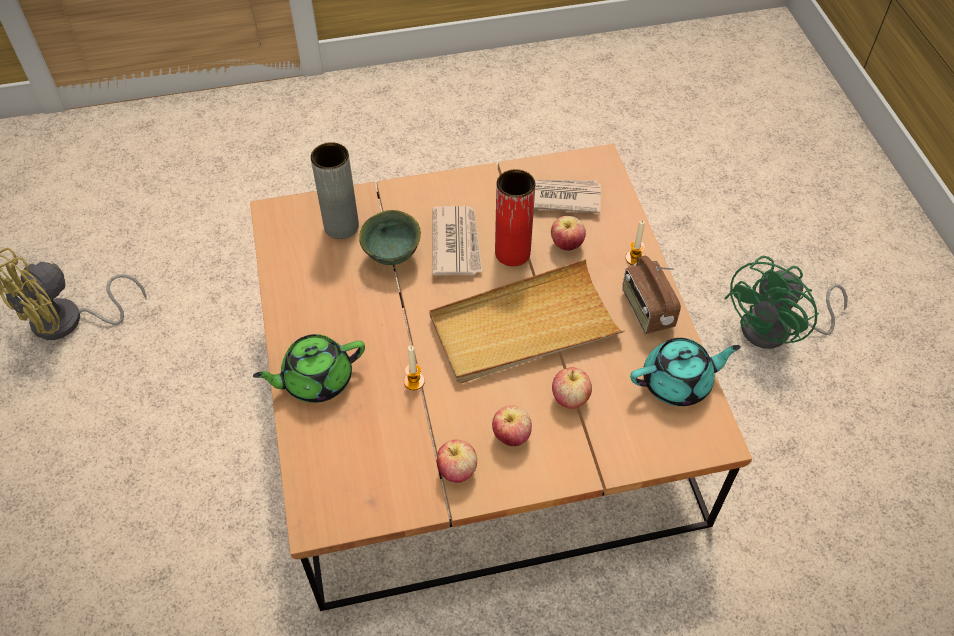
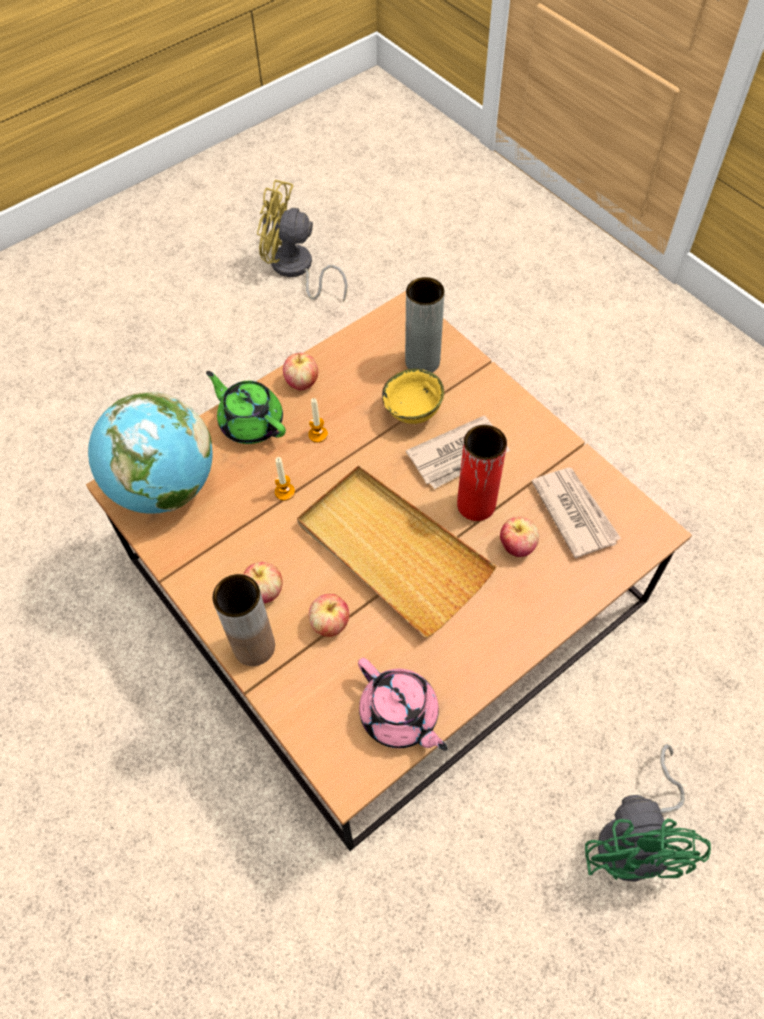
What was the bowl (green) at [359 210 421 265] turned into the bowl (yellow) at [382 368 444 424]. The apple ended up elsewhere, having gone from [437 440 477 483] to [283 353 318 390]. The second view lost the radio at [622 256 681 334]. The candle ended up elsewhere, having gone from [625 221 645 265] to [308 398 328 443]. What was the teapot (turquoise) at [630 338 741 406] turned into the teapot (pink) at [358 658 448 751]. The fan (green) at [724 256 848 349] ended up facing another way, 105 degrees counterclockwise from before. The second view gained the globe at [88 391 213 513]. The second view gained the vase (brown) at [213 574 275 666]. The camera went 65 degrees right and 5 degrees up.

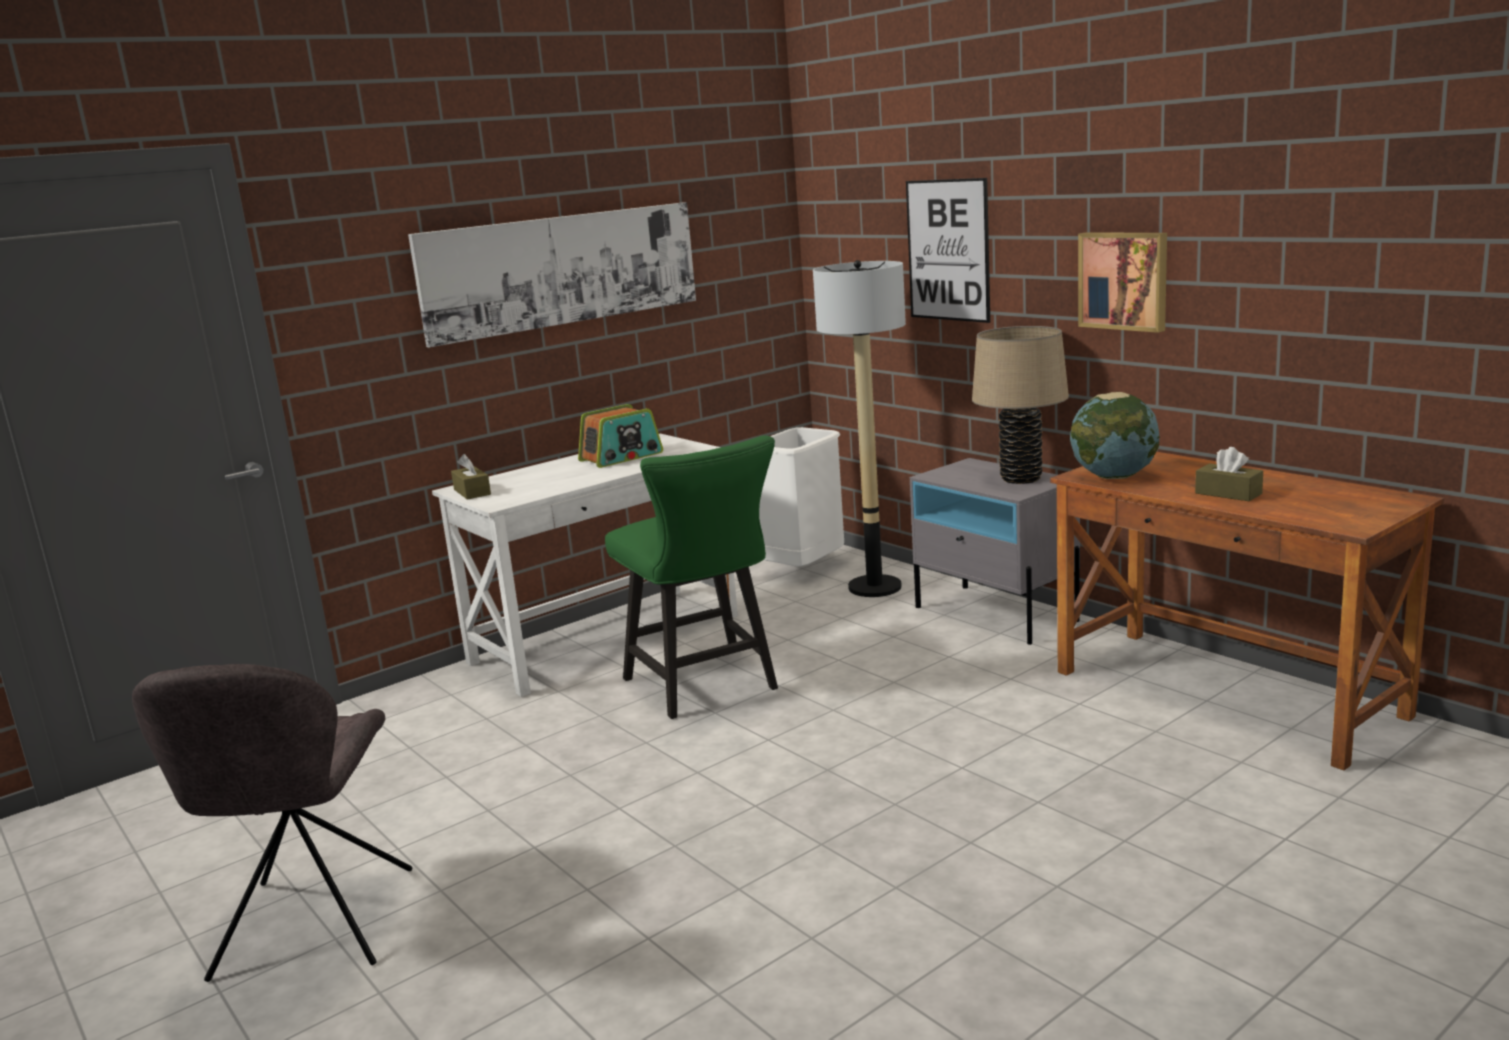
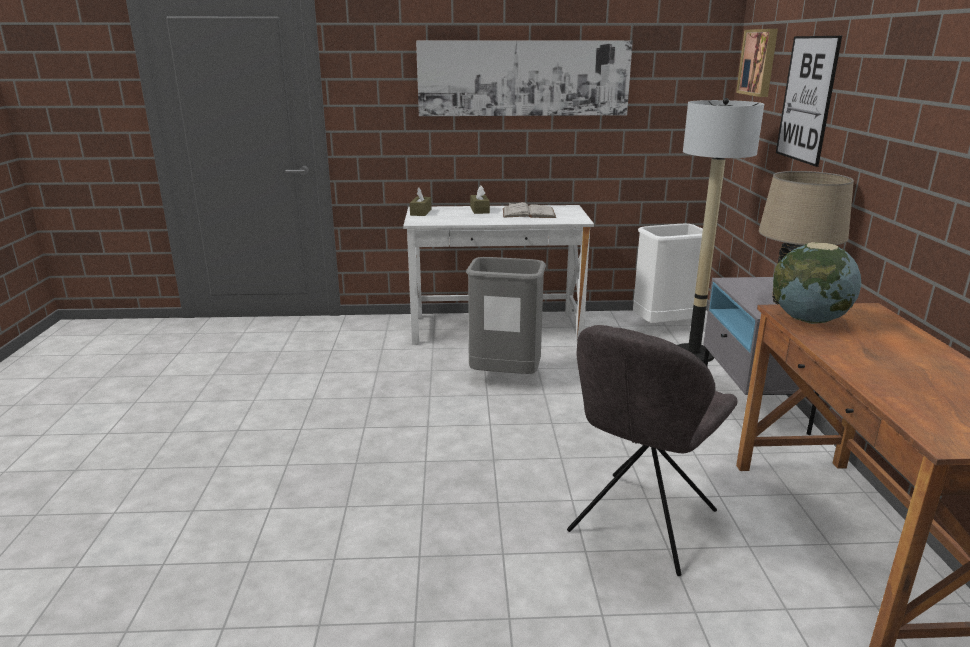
The chair (grey) ended up elsewhere, having gone from [132 664 412 982] to [567 325 738 576]. Where the radio stood at [578 404 663 468], the book (white) came to stand at [503 202 556 218]. Where the chair (green) stood at [605 435 778 719], the trash can (grey) came to stand at [466 257 546 374]. The picture ended up elsewhere, having gone from [1078 233 1167 333] to [736 29 778 97]. The tissue box (brown) ended up elsewhere, having gone from [1195 447 1263 501] to [470 186 490 214]. The camera went 35 degrees right and 5 degrees up.

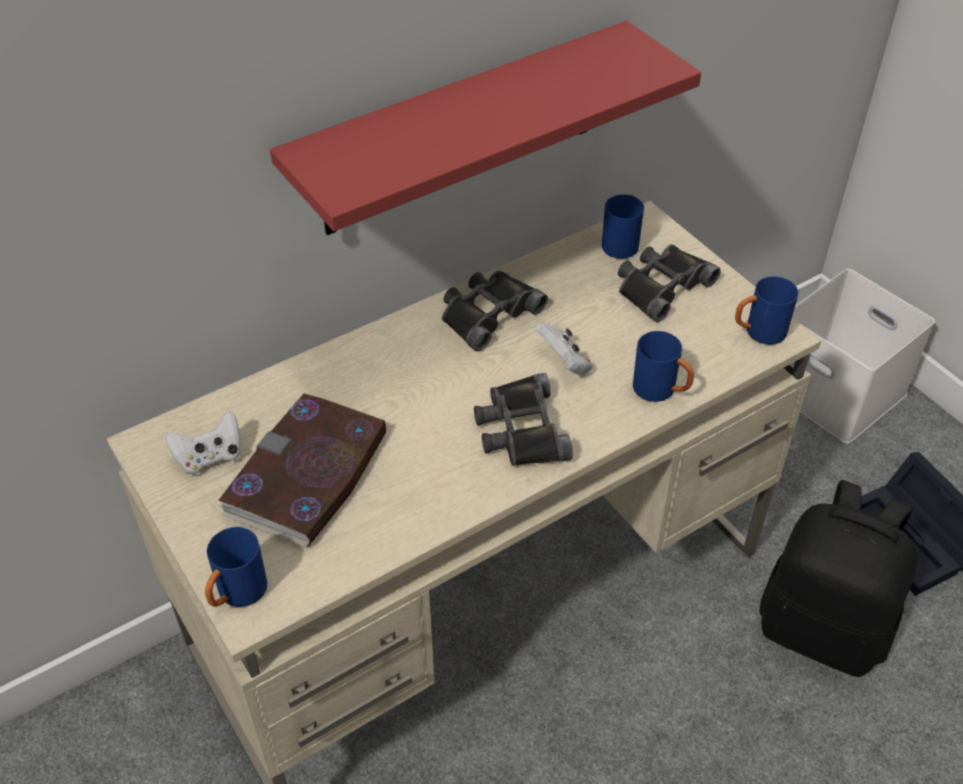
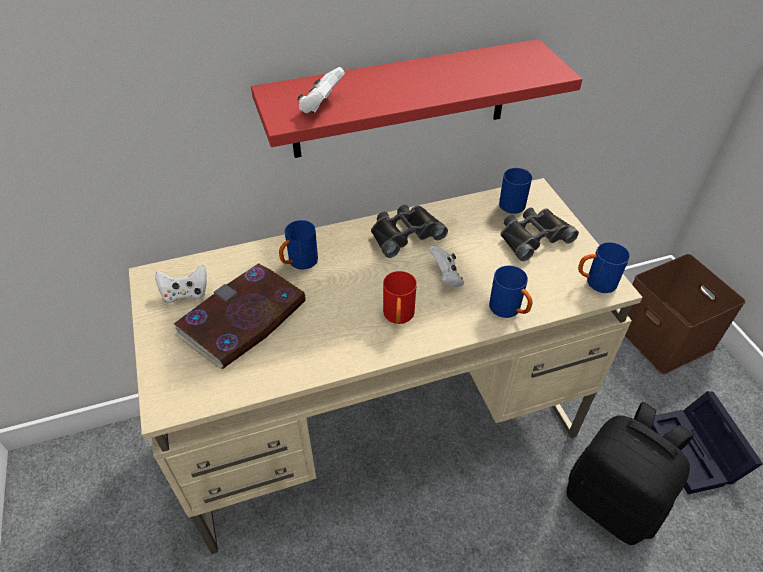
The mug (blue) ended up elsewhere, having gone from [205 527 267 607] to [279 220 318 269]. Where the binoculars (black) stood at [474 373 573 466], the mug (red) came to stand at [383 271 417 324]. What was the storage box (white) at [792 269 935 444] turned into the storage box (brown) at [625 254 746 374]. The second view gained the game controller (white) at [297 67 345 113]. The camera went 15 degrees right and 0 degrees up.

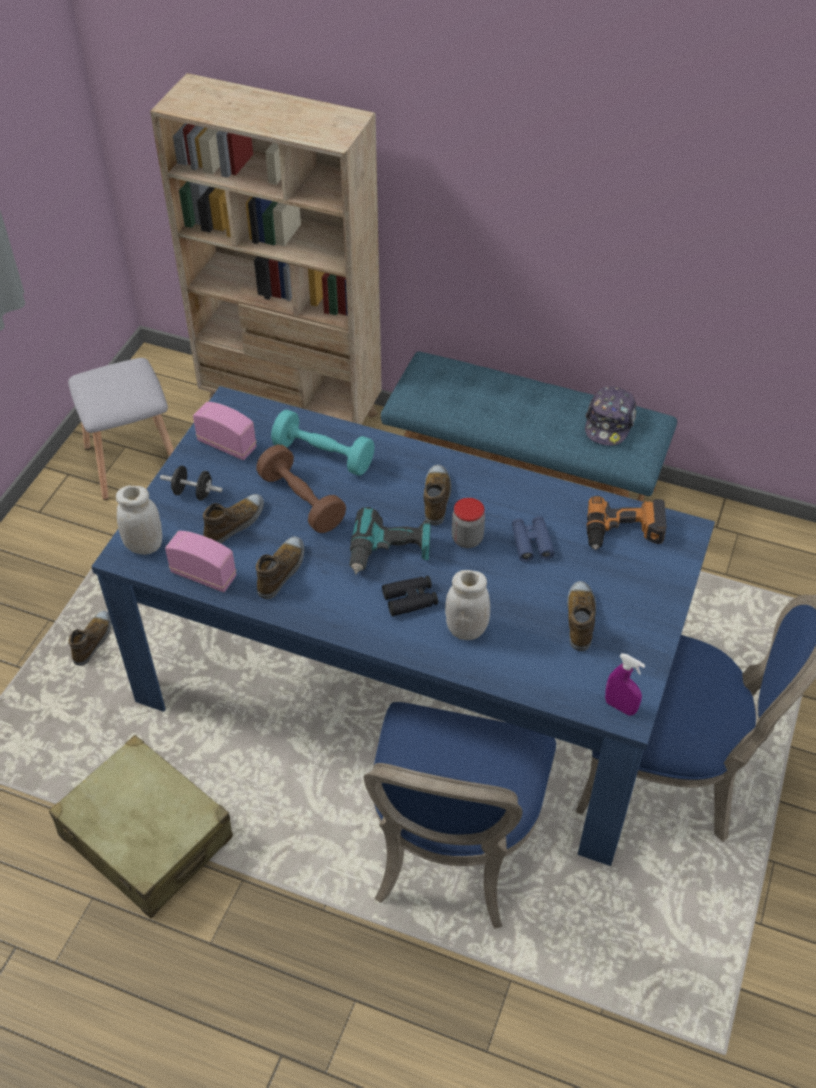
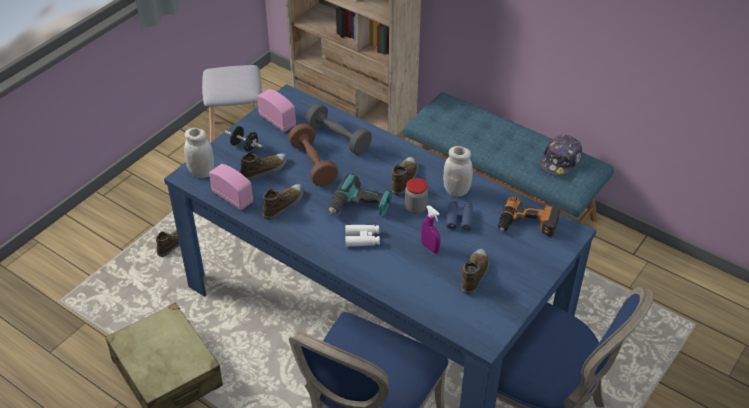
What was the dumbbell (turquoise) at [271 410 375 476] turned into the dumbbell (grey) at [305 103 372 155]. What was the binoculars (black) at [382 576 438 616] turned into the binoculars (white) at [345 225 380 247]. The jar (white) ended up elsewhere, having gone from [445 570 490 640] to [443 146 473 197]. The spray bottle (purple) ended up elsewhere, having gone from [605 653 645 716] to [421 205 441 253]. The camera went 15 degrees right and 5 degrees down.

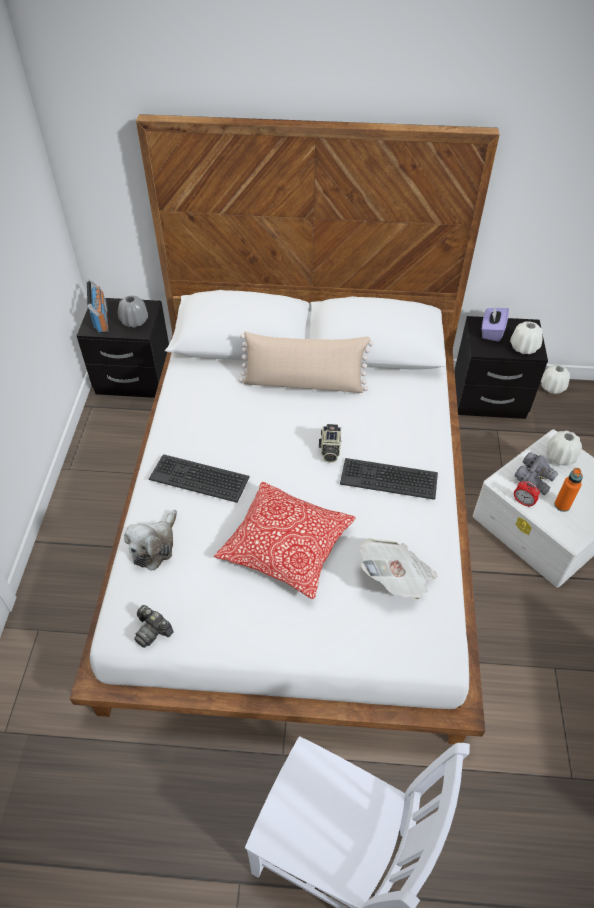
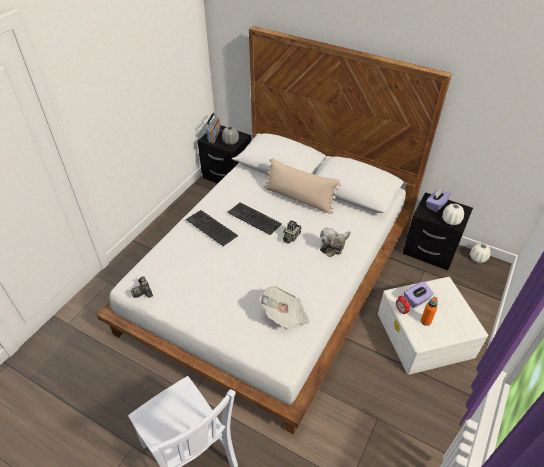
The plush toy ended up elsewhere, having gone from [124 509 177 570] to [320 228 351 257]. The second view lost the pillow at [214 482 356 599]. The keyboard ended up elsewhere, having gone from [340 458 438 500] to [228 202 282 235]. Where the binoculars (grey) stood at [515 452 558 495], the tissue box (purple) came to stand at [404 281 434 308]. The second view lost the vase (white) at [546 431 582 466]. The camera went 25 degrees right and 5 degrees down.

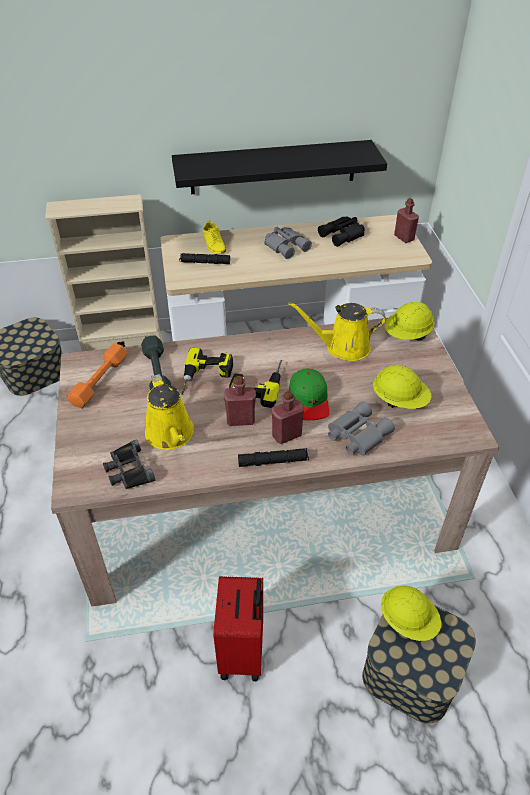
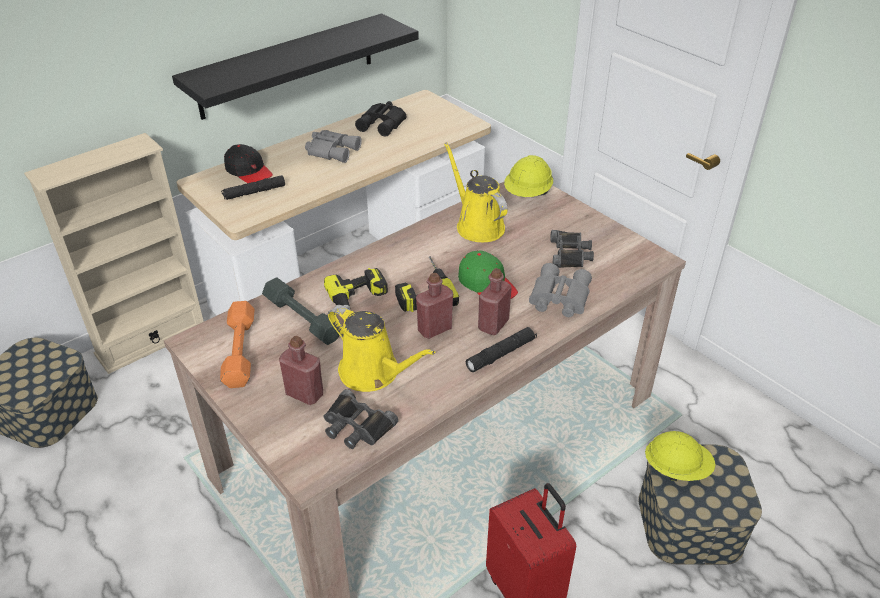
Where the shoe (yellow) stood at [203 220 226 254], the cap (black) came to stand at [224 144 273 183]. The watering can (yellow) at [288 302 386 361] ended up facing another way, 90 degrees clockwise from before. Where the hard hat (yellow) stood at [373 365 432 409], the binoculars (black) came to stand at [550 230 594 268]. The bottle (red) ended up elsewhere, having gone from [394 198 419 243] to [279 336 323 405]. The camera went 30 degrees left and 5 degrees down.

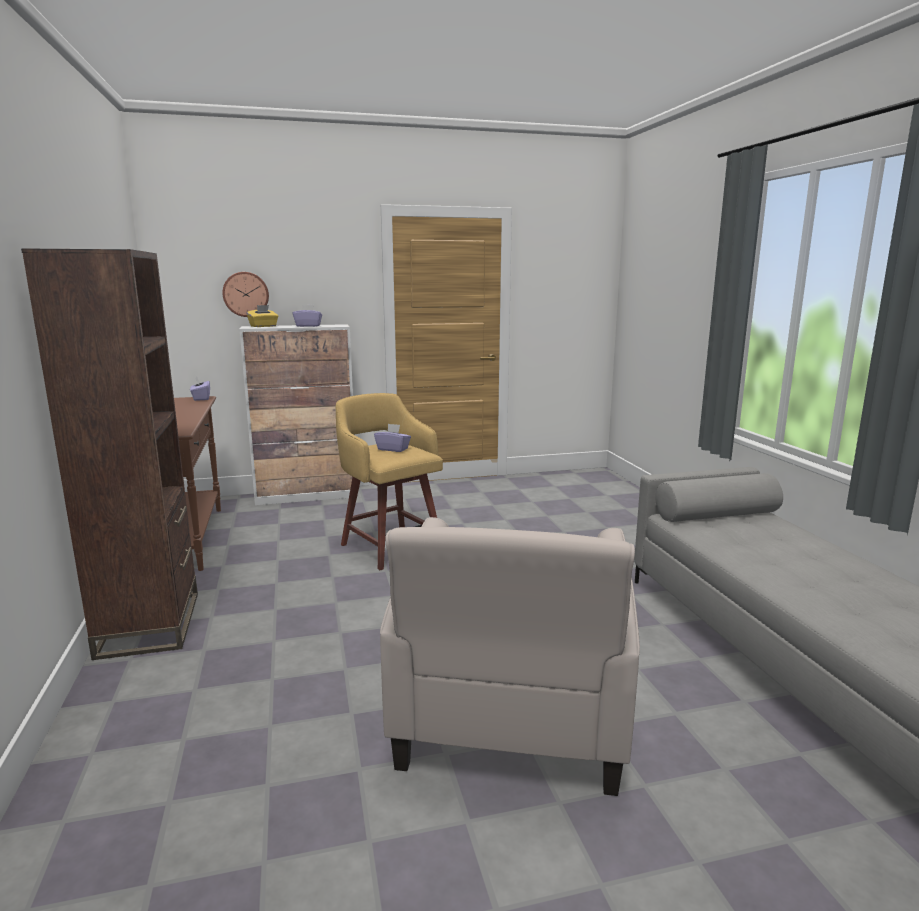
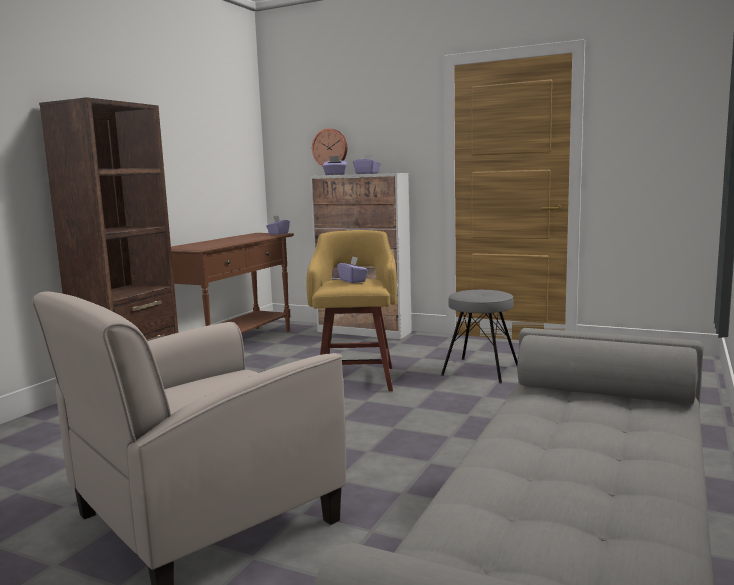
What was the tissue box (yellow) at [247 305 278 327] turned into the tissue box (purple) at [323 156 347 175]. The second view gained the stool (grey) at [441 290 517 383]. The camera went 40 degrees right and 5 degrees down.

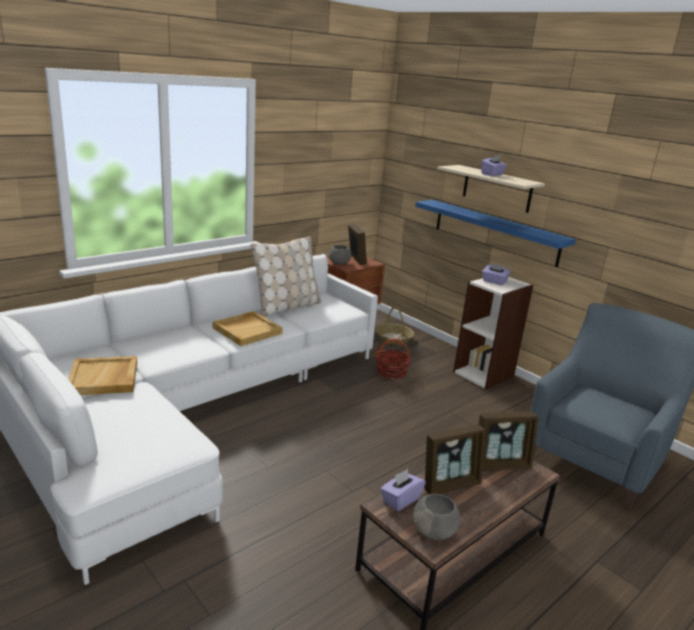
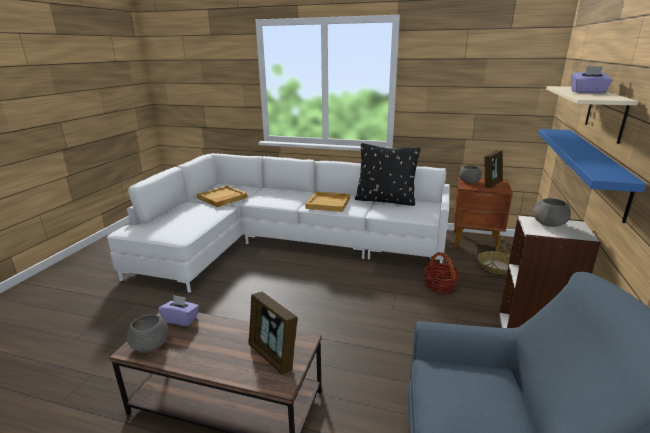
What was the pillow (beige) at [250 236 321 316] turned into the pillow (black) at [355 143 420 206]. The second view lost the picture frame at [424 424 485 494]. Where the tissue box (purple) stood at [482 263 511 285], the bowl (grey) came to stand at [533 198 571 227]. The camera went 60 degrees right and 0 degrees up.

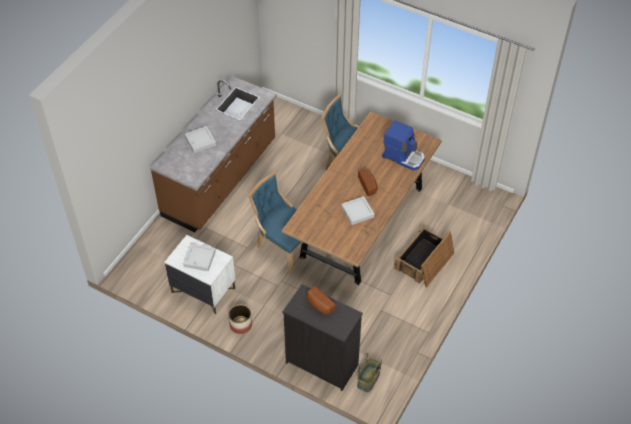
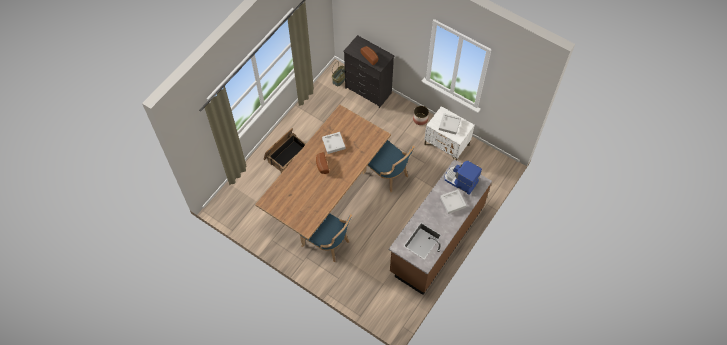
The coffee machine ended up elsewhere, having gone from [382 120 425 171] to [445 161 482 195]. The camera went 175 degrees left and 10 degrees up.

